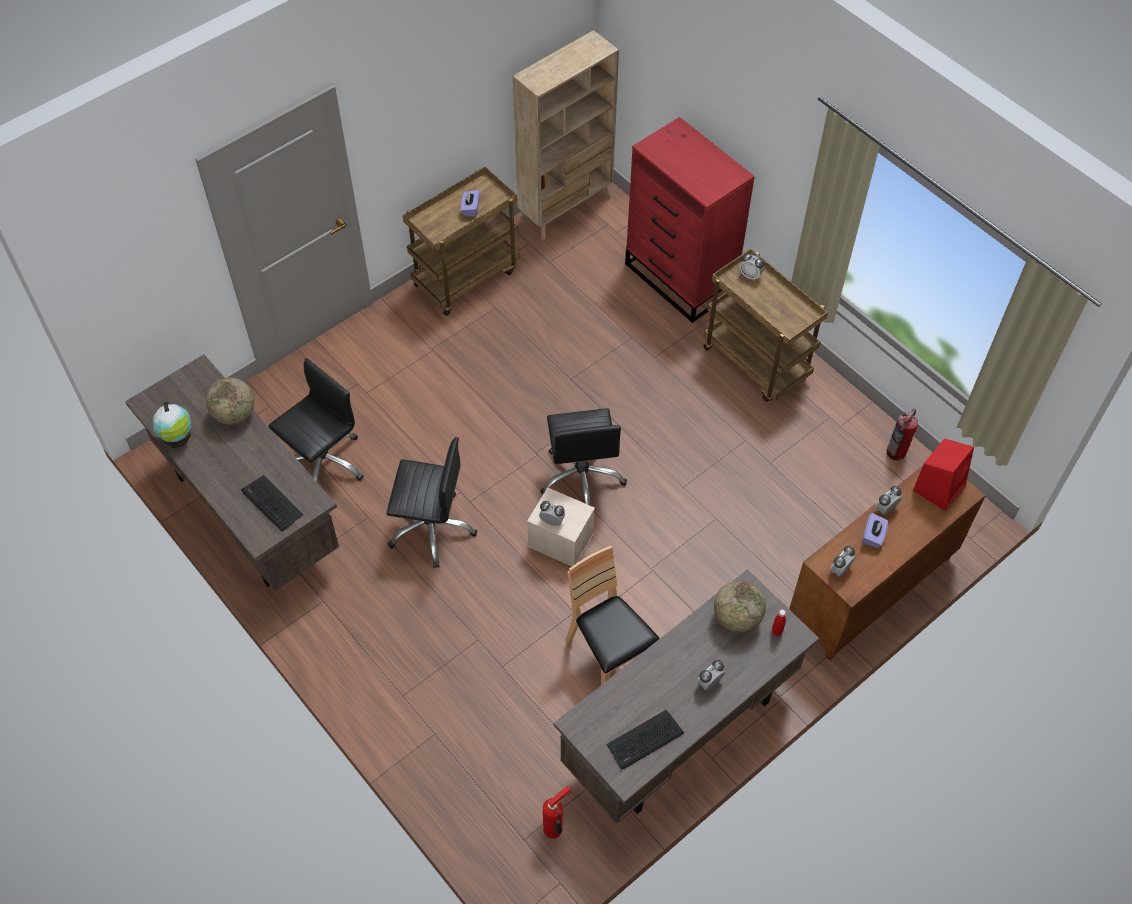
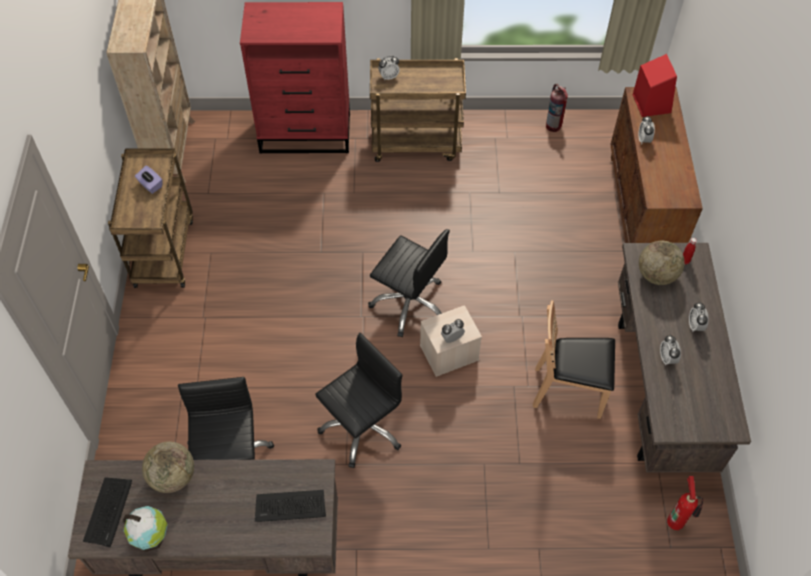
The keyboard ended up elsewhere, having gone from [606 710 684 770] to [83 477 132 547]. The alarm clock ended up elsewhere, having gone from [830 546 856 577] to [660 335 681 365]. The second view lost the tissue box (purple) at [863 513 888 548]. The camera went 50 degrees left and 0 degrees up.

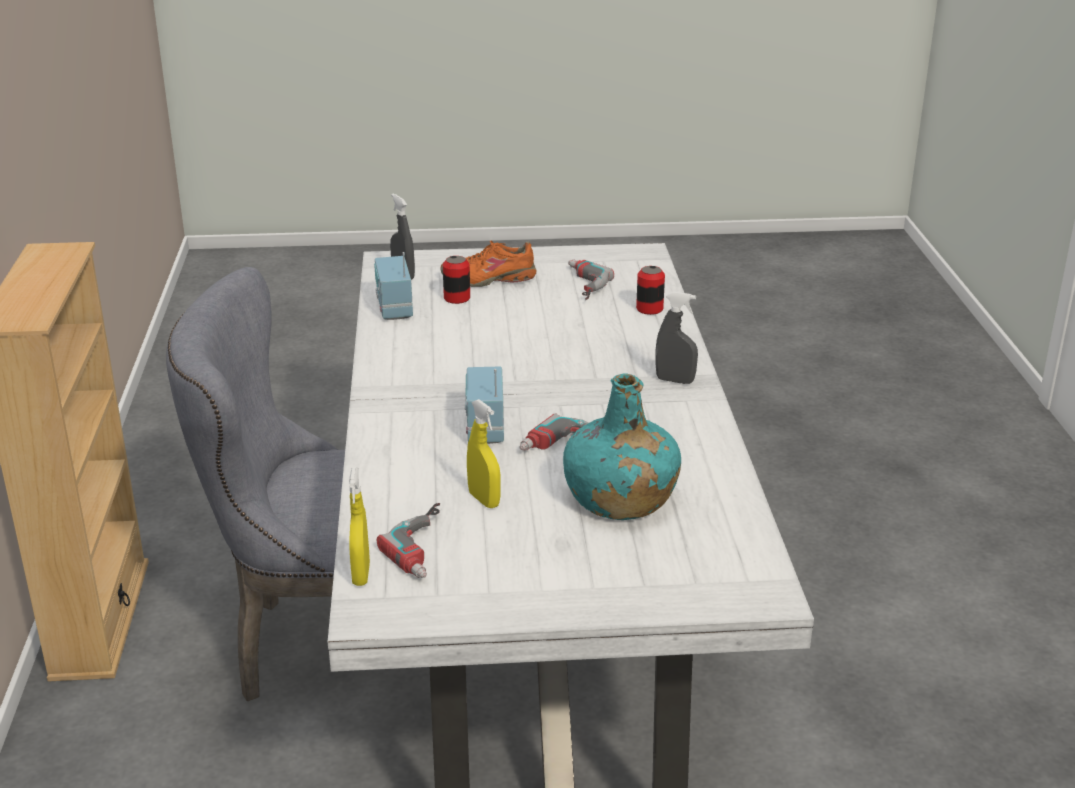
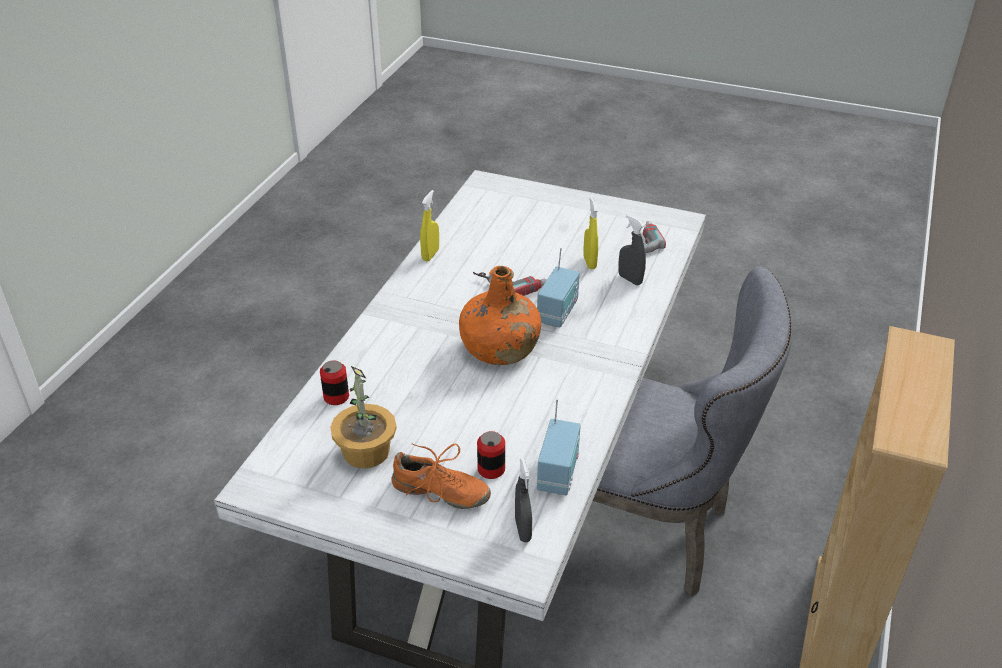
The spray bottle (yellow) ended up elsewhere, having gone from [349 467 370 586] to [420 190 439 261]. The second view lost the bottle (turquoise) at [563 374 681 520]. Where the power drill stood at [568 259 614 300], the potted plant came to stand at [330 366 397 469]. The spray bottle (grey) ended up elsewhere, having gone from [655 292 698 384] to [618 214 646 285]. The second view gained the bottle (orange) at [459 266 541 365]. The camera went 155 degrees left and 10 degrees up.

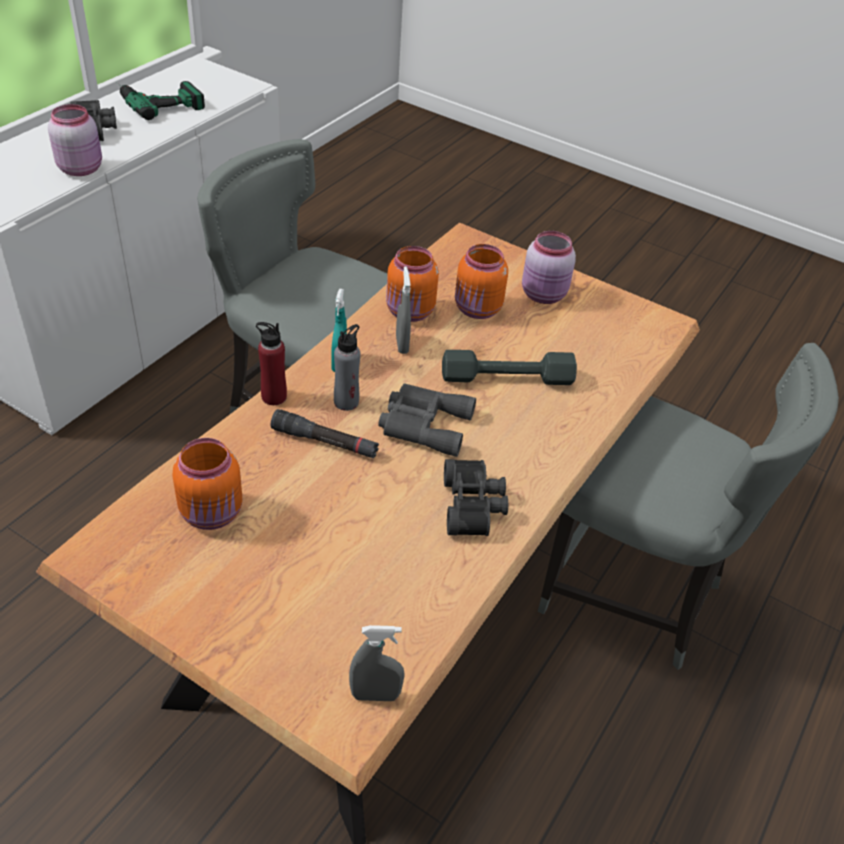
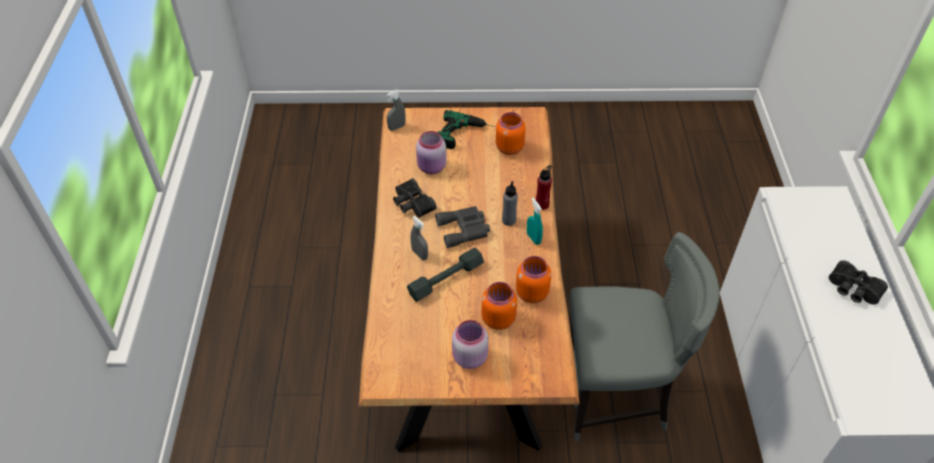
The jar (pink) ended up elsewhere, having gone from [48 104 102 176] to [416 131 447 174]. The power drill ended up elsewhere, having gone from [116 81 205 120] to [437 110 495 149]. The second view lost the flashlight (black) at [271 409 379 458]. The spray bottle (grey) ended up elsewhere, having gone from [396 266 411 354] to [411 216 428 260]. The second view lost the chair (grey) at [538 343 839 670]. The camera went 150 degrees right and 5 degrees up.

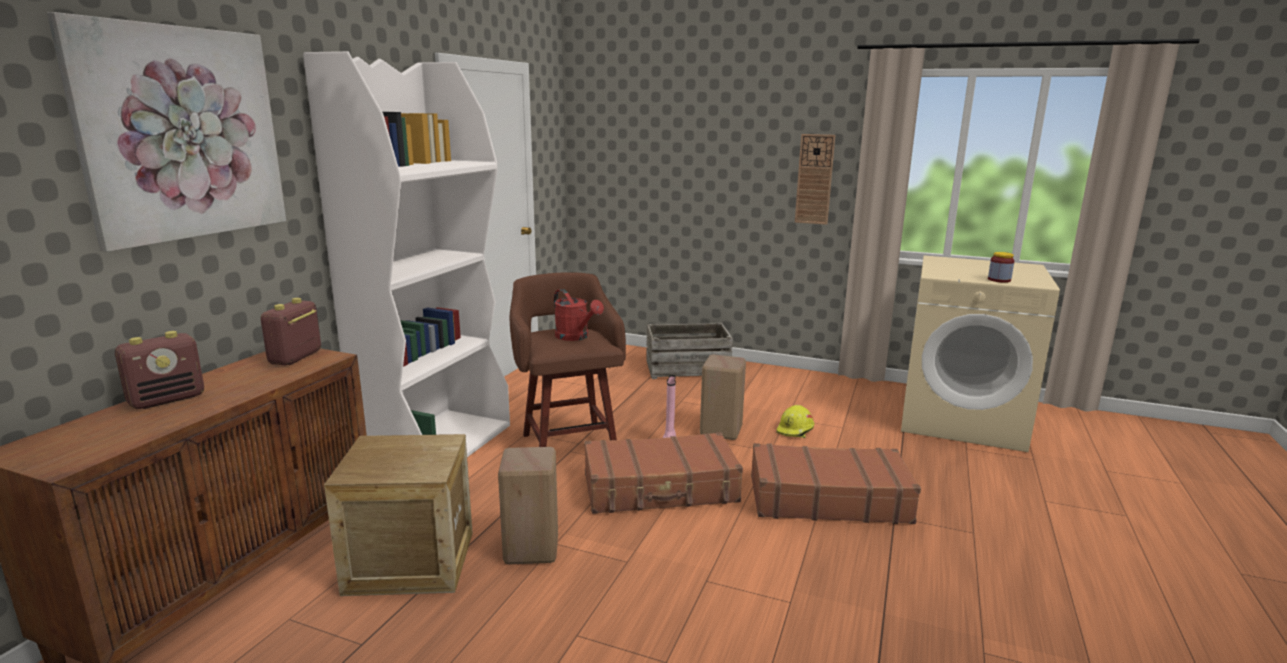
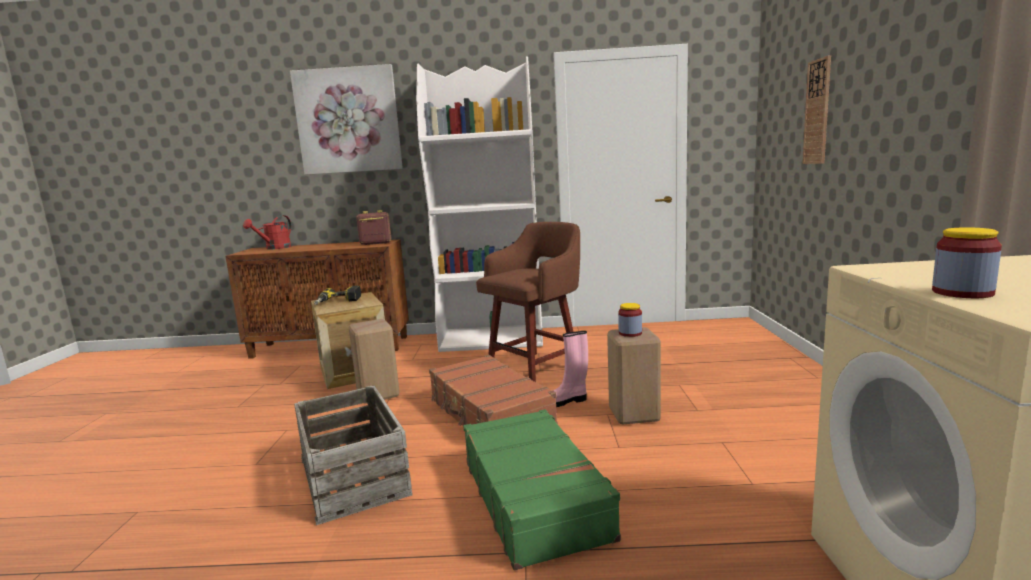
The second view lost the radio at [115 331 204 409]. The watering can (red) ended up elsewhere, having gone from [554 289 604 341] to [243 215 291 250]. The crate ended up elsewhere, having gone from [646 323 733 379] to [294 385 412 525]. What was the suitcase (brown) at [751 443 921 524] turned into the suitcase (green) at [463 409 621 570]. The second view lost the hard hat (yellow) at [776 405 815 438]. The wall clock ended up elsewhere, having gone from [795 134 835 225] to [802 55 831 164]. The second view gained the power drill at [314 286 361 305]. The second view gained the jar at [618 303 642 337]. The camera went 70 degrees right and 5 degrees down.

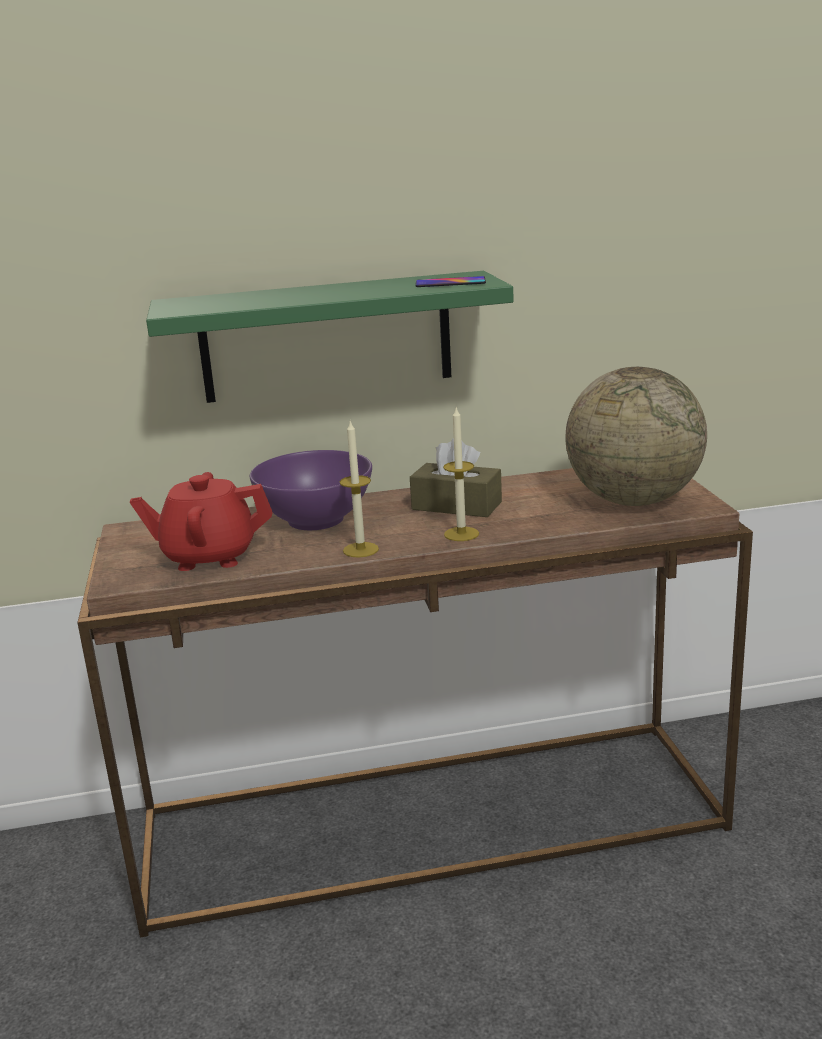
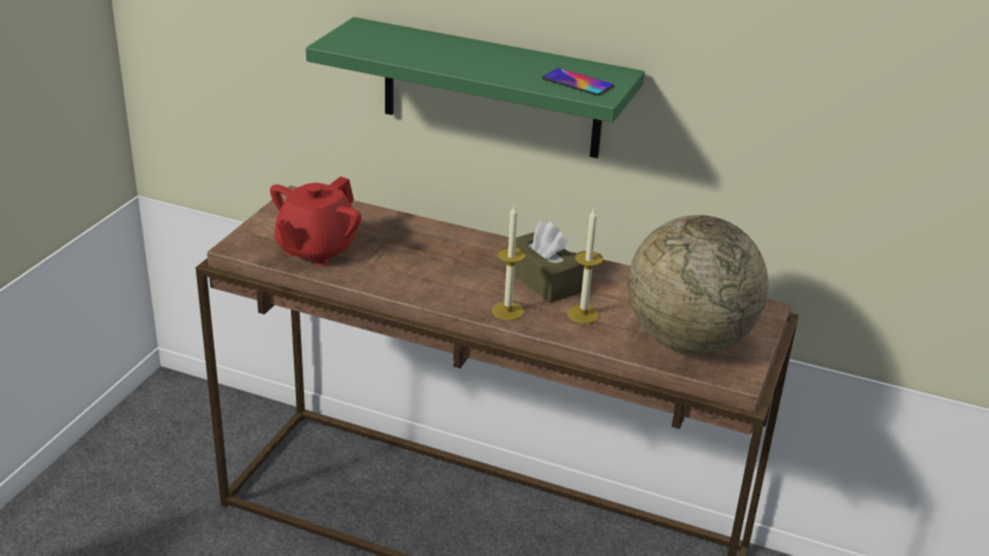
The teapot (red) at [130 472 273 571] ended up facing another way, 90 degrees counterclockwise from before. The second view lost the bowl (purple) at [250 450 372 530]. The candle ended up elsewhere, having gone from [340 421 379 557] to [567 209 603 324]. The camera went 30 degrees right and 10 degrees up.

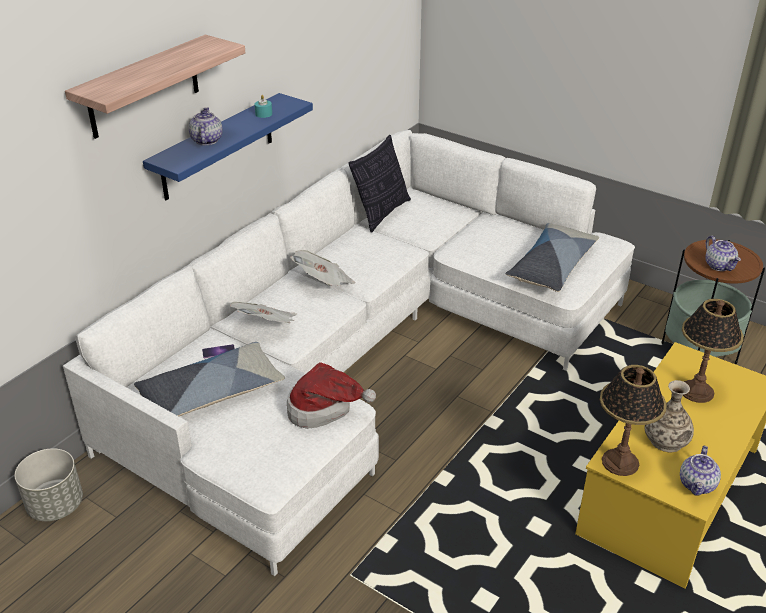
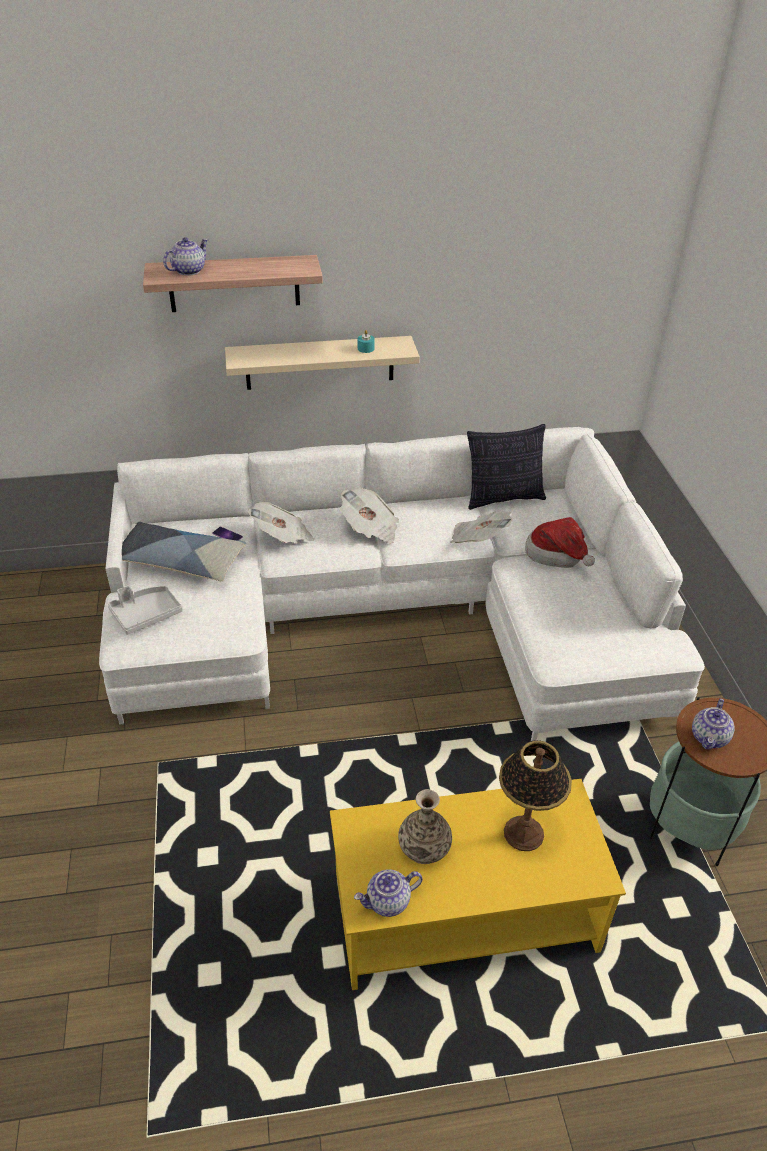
The second view lost the planter (grey) at [15 448 83 521]. What was the shelf (blue) at [143 93 313 200] turned into the shelf (beige) at [225 336 420 390]. The teapot ended up elsewhere, having gone from [189 107 223 145] to [163 237 209 276]. The hat ended up elsewhere, having gone from [287 363 376 429] to [525 517 595 568]. The second view lost the pillow at [505 223 599 292]. The second view lost the table lamp at [600 365 667 476]. The second view gained the tray (grey) at [108 585 183 635]. The second view gained the newspaper at [450 512 512 543]. The camera went 45 degrees right and 5 degrees up.

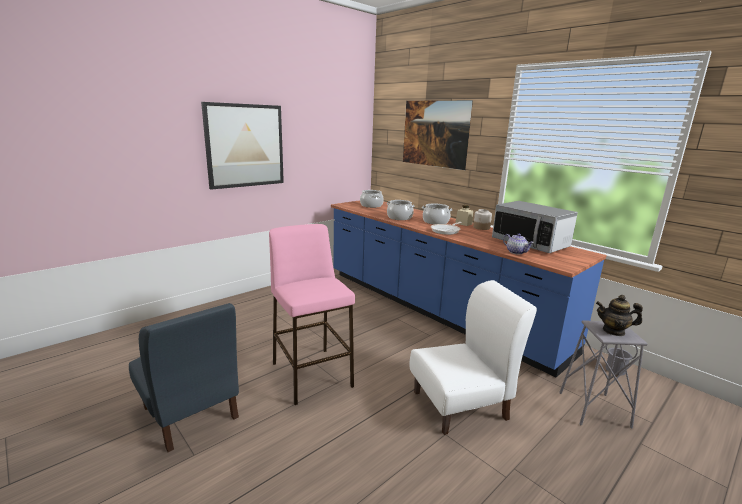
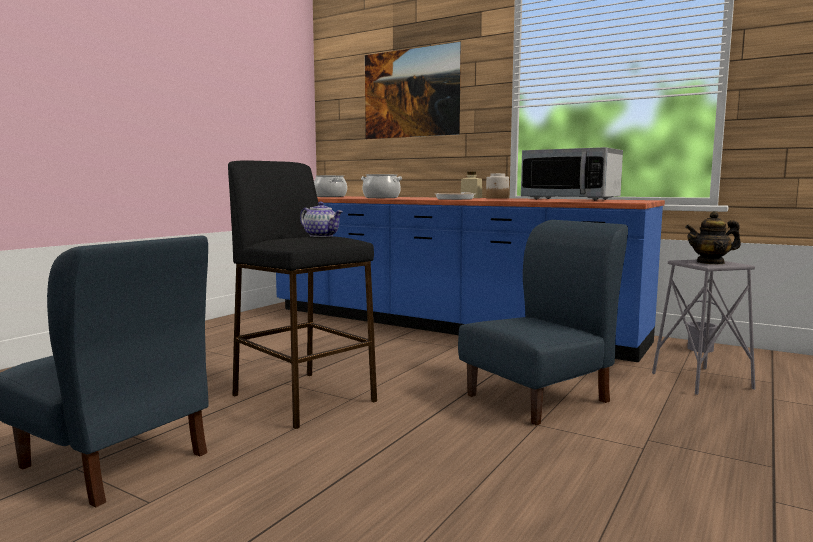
The second view lost the picture at [201 102 284 190]. What was the stool (pink) at [269 224 355 405] turned into the stool (black) at [228 160 377 429]. What was the chair (white) at [410 280 537 435] turned into the chair (blue) at [458 220 628 425]. The second view lost the cooking pot at [422 203 452 225]. The teapot ended up elsewhere, having gone from [503 234 534 255] to [300 202 343 237]. The camera went 15 degrees left and 10 degrees down.

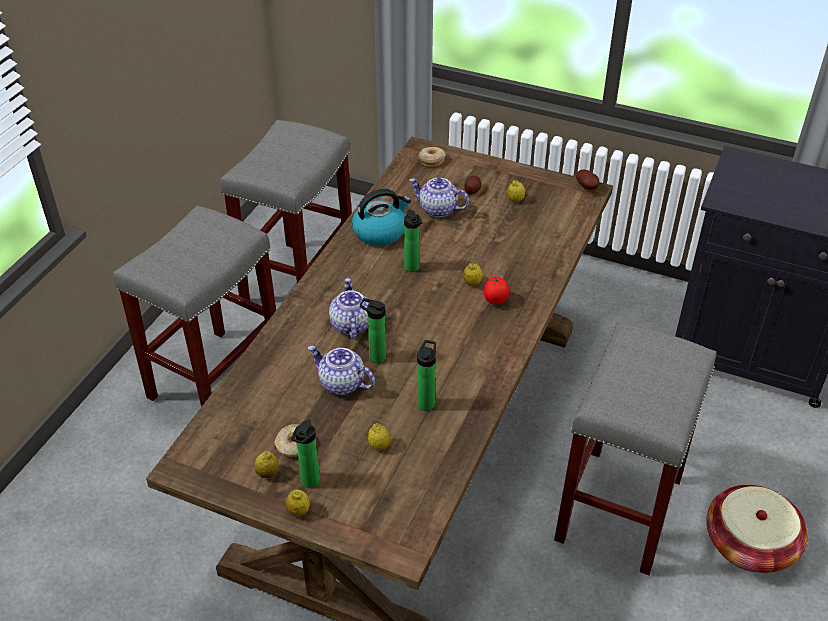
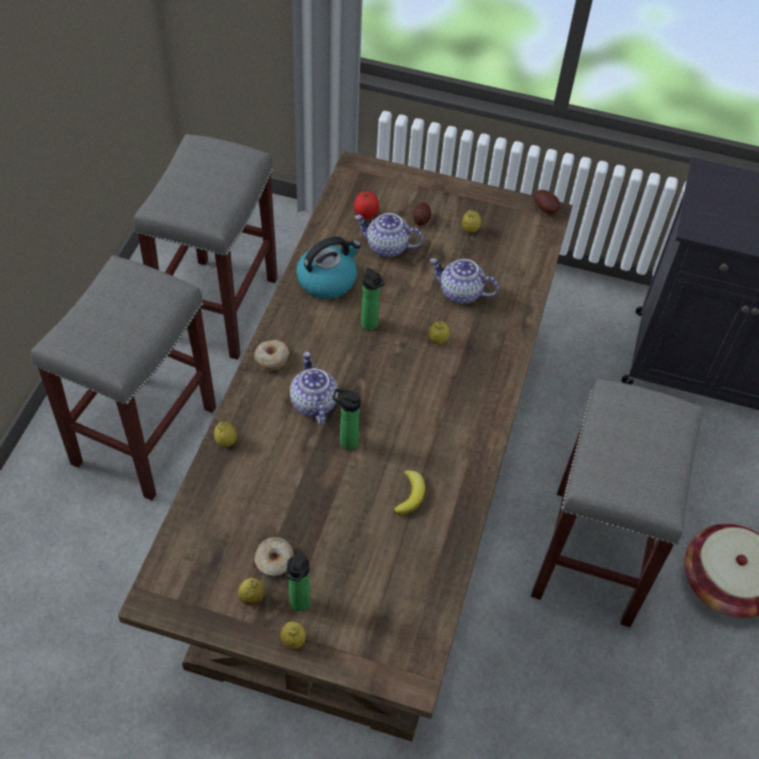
The teapot ended up elsewhere, having gone from [308 346 375 395] to [429 258 499 304]. The lemon ended up elsewhere, having gone from [368 423 391 450] to [214 421 238 447]. Where the bottle stood at [417 340 436 411], the banana came to stand at [394 470 425 515]. The donut ended up elsewhere, having gone from [418 147 446 167] to [254 340 289 371]. The tomato ended up elsewhere, having gone from [484 277 509 305] to [354 191 379 219]. The camera went 10 degrees left and 10 degrees up.

